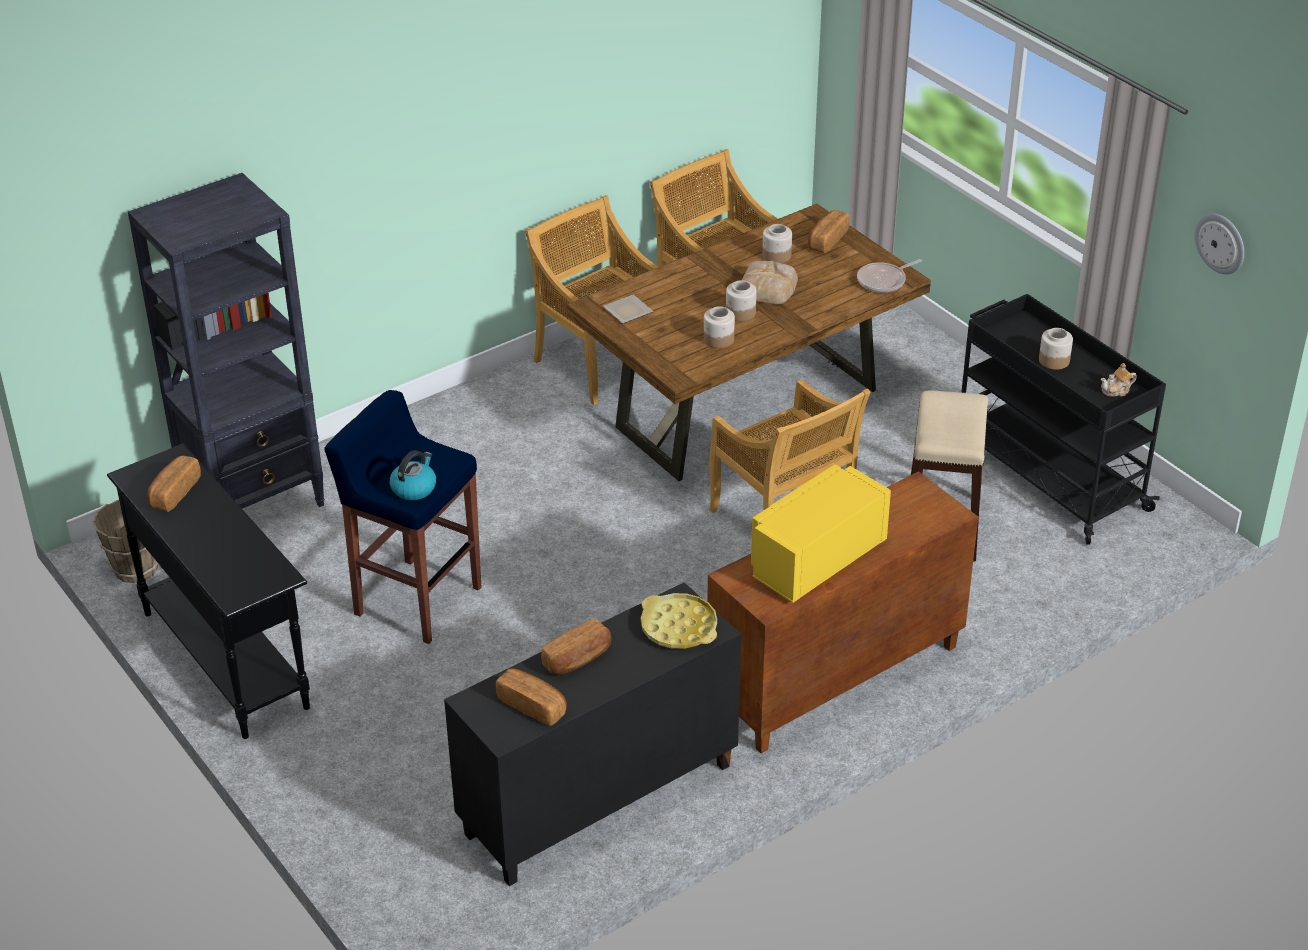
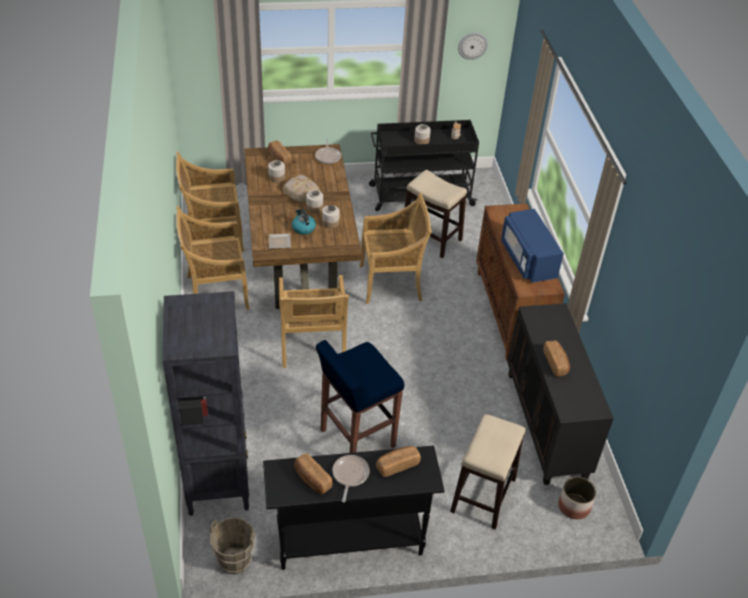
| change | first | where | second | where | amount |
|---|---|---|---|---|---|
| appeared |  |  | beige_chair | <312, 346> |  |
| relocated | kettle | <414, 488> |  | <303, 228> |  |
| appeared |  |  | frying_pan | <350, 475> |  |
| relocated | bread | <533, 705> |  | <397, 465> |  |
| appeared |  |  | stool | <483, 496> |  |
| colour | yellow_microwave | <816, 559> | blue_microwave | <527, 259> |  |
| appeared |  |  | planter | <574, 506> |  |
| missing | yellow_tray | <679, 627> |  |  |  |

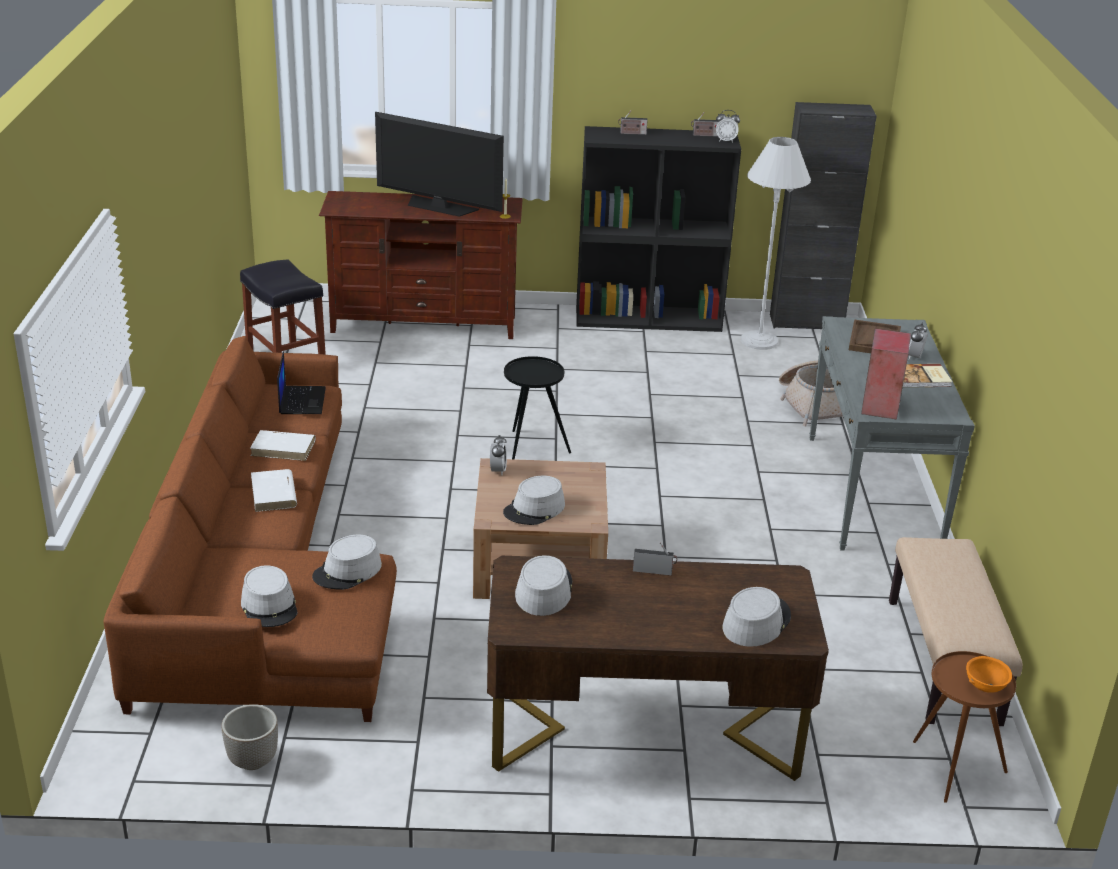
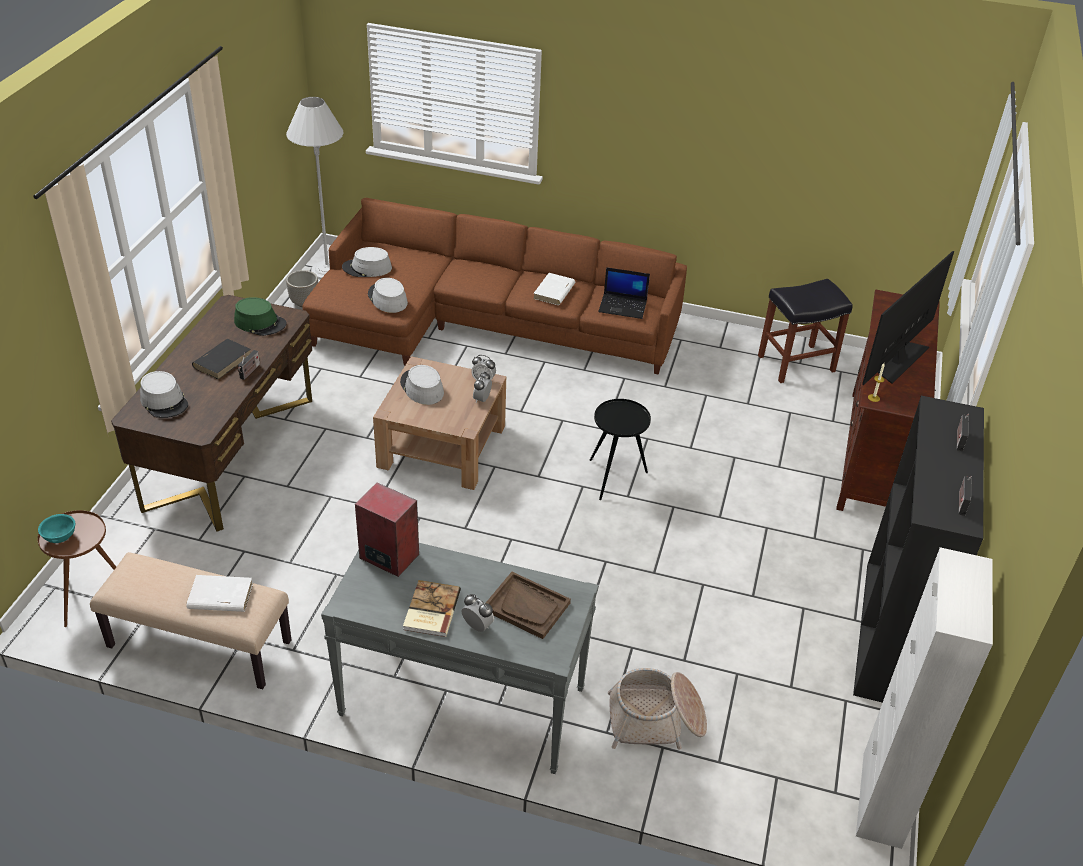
| change | first | where | second | where | amount |
|---|---|---|---|---|---|
| colour | orange_bowl | <986, 687> | turquoise_bowl | <59, 538> |  |
| relocated | white_book | <274, 494> |  | <220, 596> |  |
| appeared |  |  | black_book | <222, 361> |  |
| colour | grey_hat | <543, 590> | green_hat | <260, 323> |  |
| relocated | white_floor_lamp | <759, 341> |  | <327, 271> |  |
| relocated | alarm_clock | <726, 140> |  | <482, 399> |  |
| colour | black_cabinet | <806, 322> | white_cabinet | <881, 799> |  |

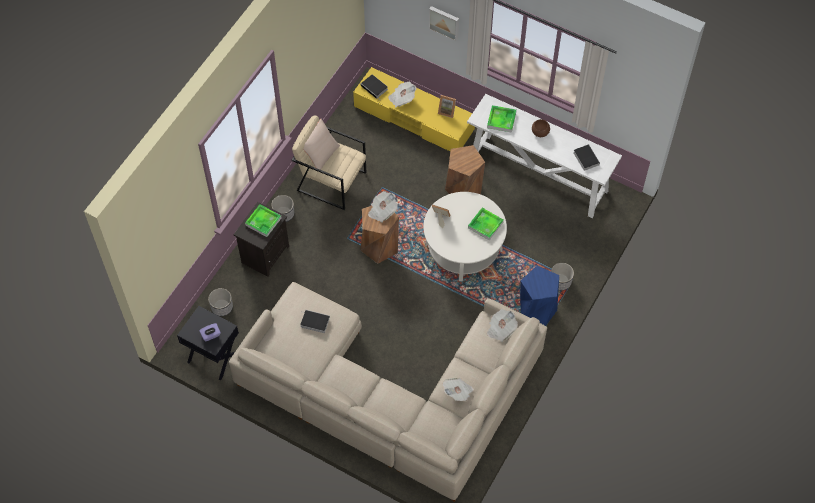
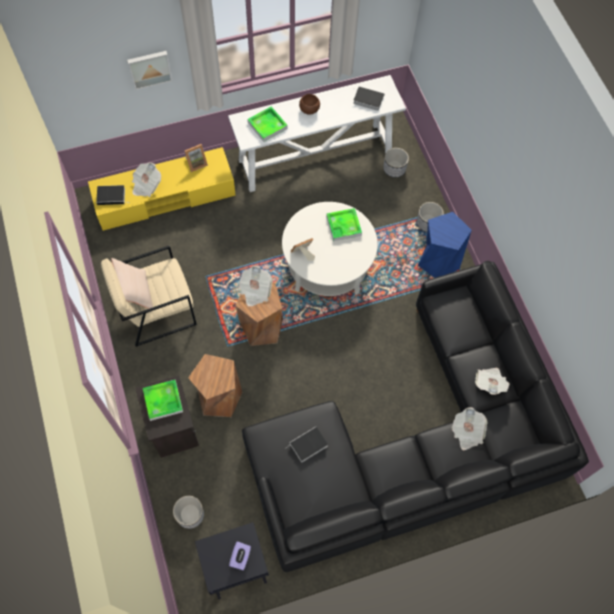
| change | first | where | second | where | amount |
|---|---|---|---|---|---|
| relocated | brown_stool | <463, 189> |  | <219, 397> |  |
| colour | beige_sofa | <389, 395> | black_sofa | <416, 442> |  |
| relocated | planter | <283, 214> |  | <394, 169> |  |
| relocated | newspaper | <501, 329> |  | <467, 432> |  |

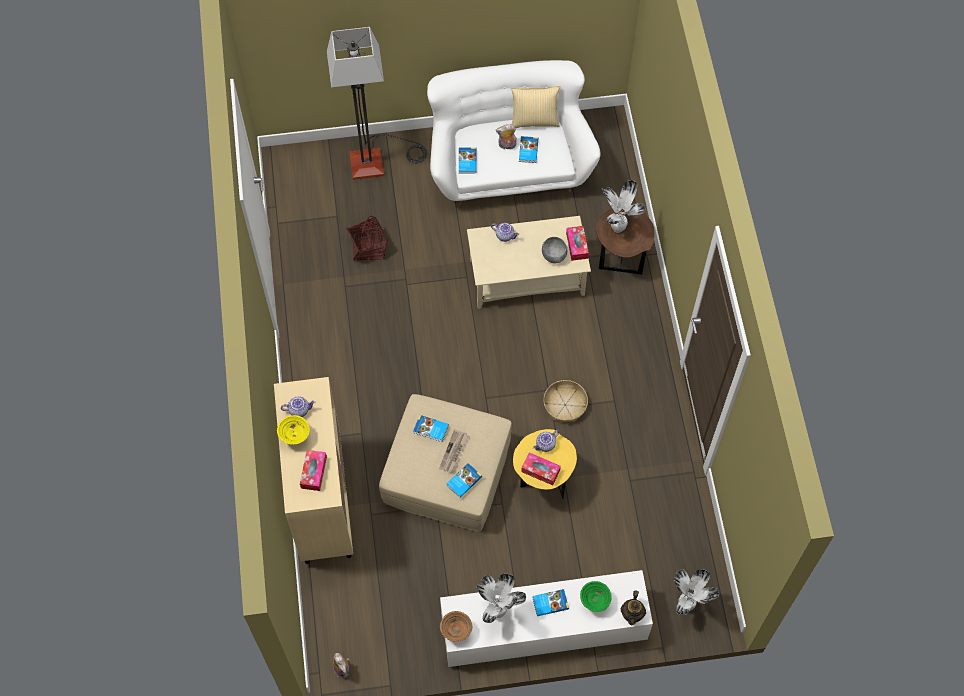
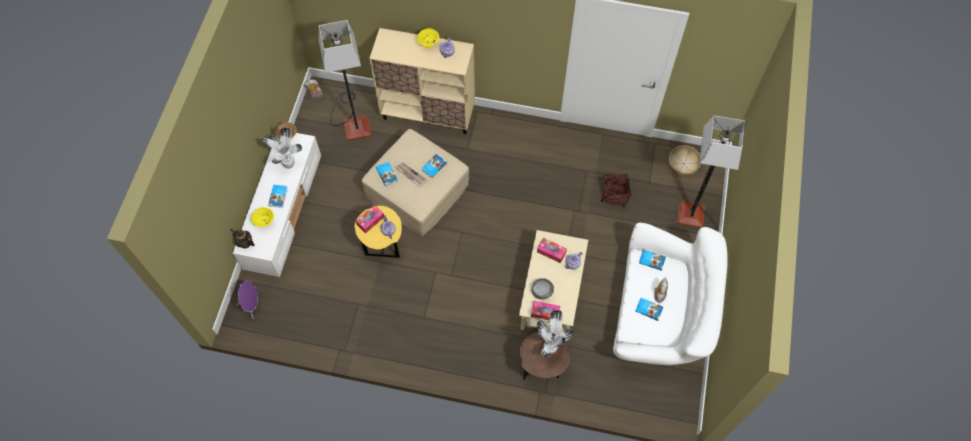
| change | first | where | second | where | amount |
|---|---|---|---|---|---|
| exchanged | potted_plant | <687, 606> | purple_speaker | <252, 305> |  |
| colour | green_bowl | <595, 602> | yellow_bowl | <265, 223> |  |
| appeared |  |  | floor_lamp | <353, 122> |  |
| relocated | tissue_box | <314, 472> |  | <551, 252> |  |
| relocated | basket | <565, 404> |  | <683, 163> |  |
| missing | pillow | <534, 120> |  |  |  |

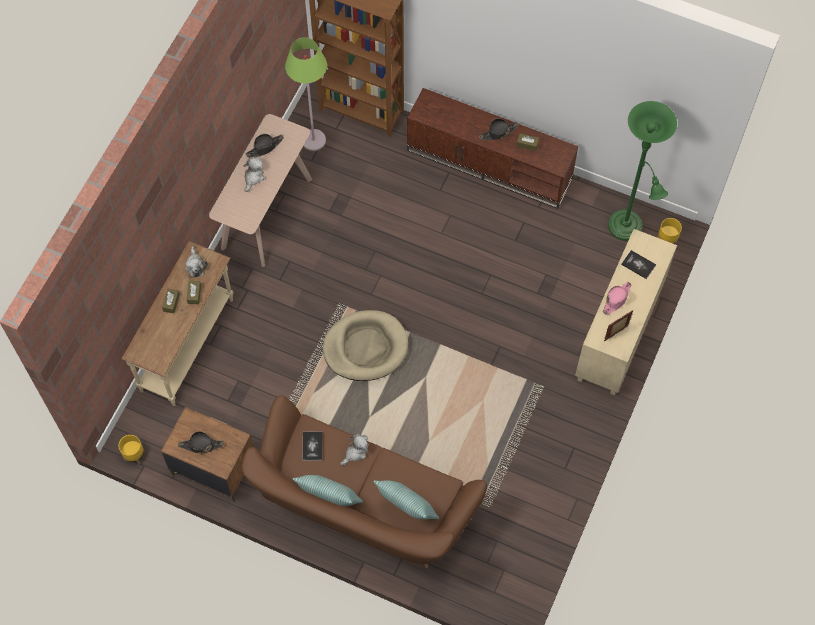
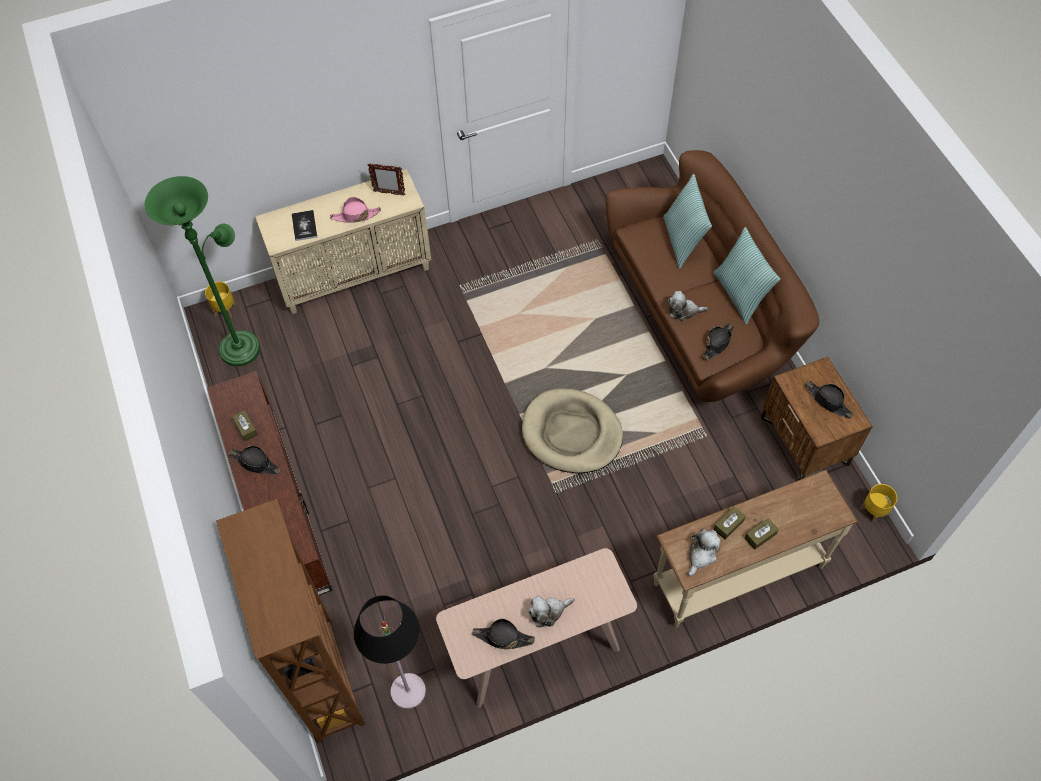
| change | first | where | second | where | amount |
|---|---|---|---|---|---|
| colour | green_floor_lamp | <313, 140> | black_floor_lamp | <408, 691> |  |
| exchanged | book | <312, 446> | black_hat | <718, 343> |  |

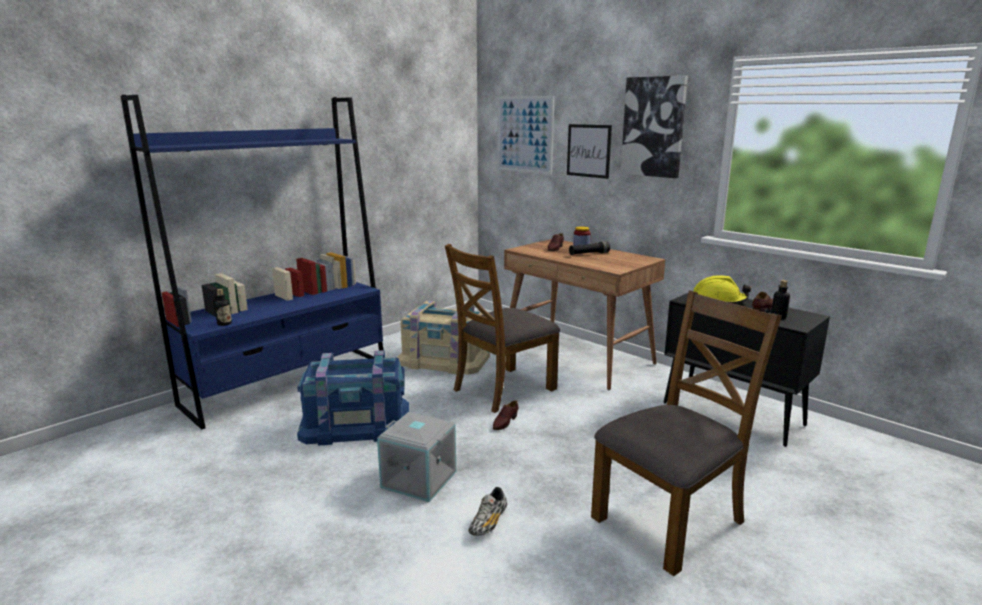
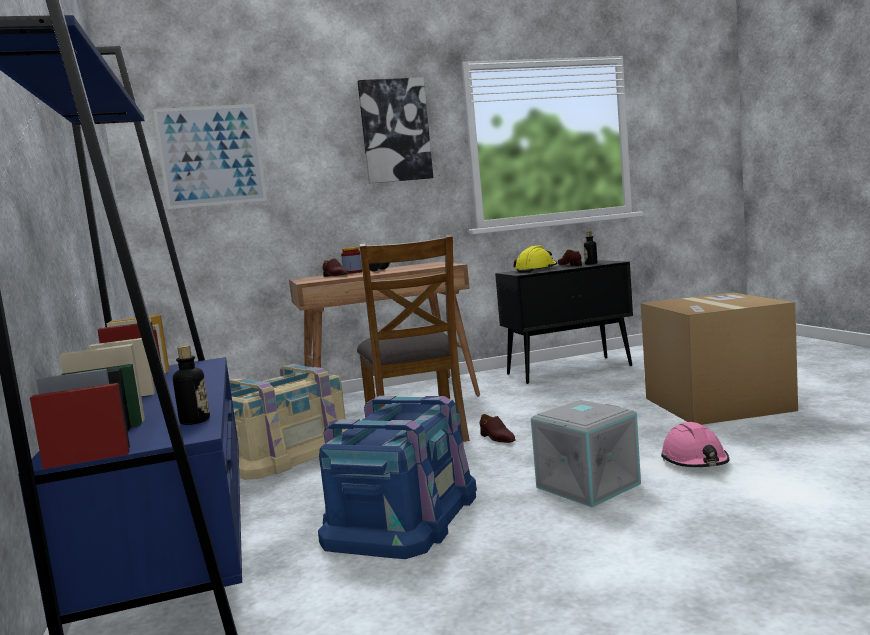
| change | first | where | second | where | amount |
|---|---|---|---|---|---|
| exchanged | brown_chair | <670, 519> | cardboard_box | <717, 404> |  |
| exchanged | shoe | <488, 522> | pink_hard_hat | <695, 461> |  |
| missing | picture | <588, 151> |  |  |  |

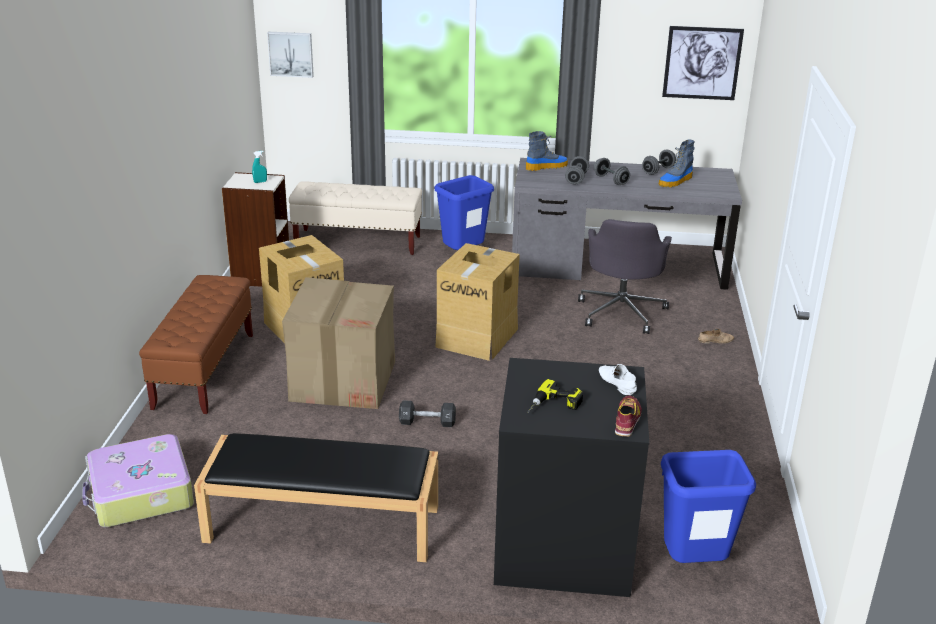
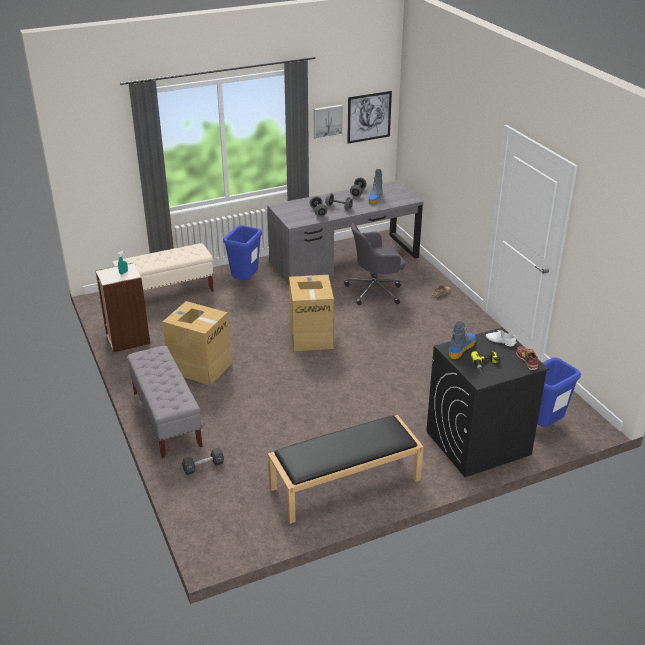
| change | first | where | second | where | amount |
|---|---|---|---|---|---|
| colour | brown_bench | <204, 370> | grey_bench | <166, 419> |  |
| relocated | black_dumbbell | <427, 422> |  | <203, 466> |  |
| relocated | picture | <291, 54> |  | <327, 121> |  |
| spun | grey_office_chair | <621, 312> |  | <375, 291> | 90 degrees clockwise |
| relocated | boot | <546, 167> |  | <461, 348> |  |
| missing | suitcase | <140, 494> |  |  |  |
| missing | cardboard_box | <343, 380> |  |  |  |

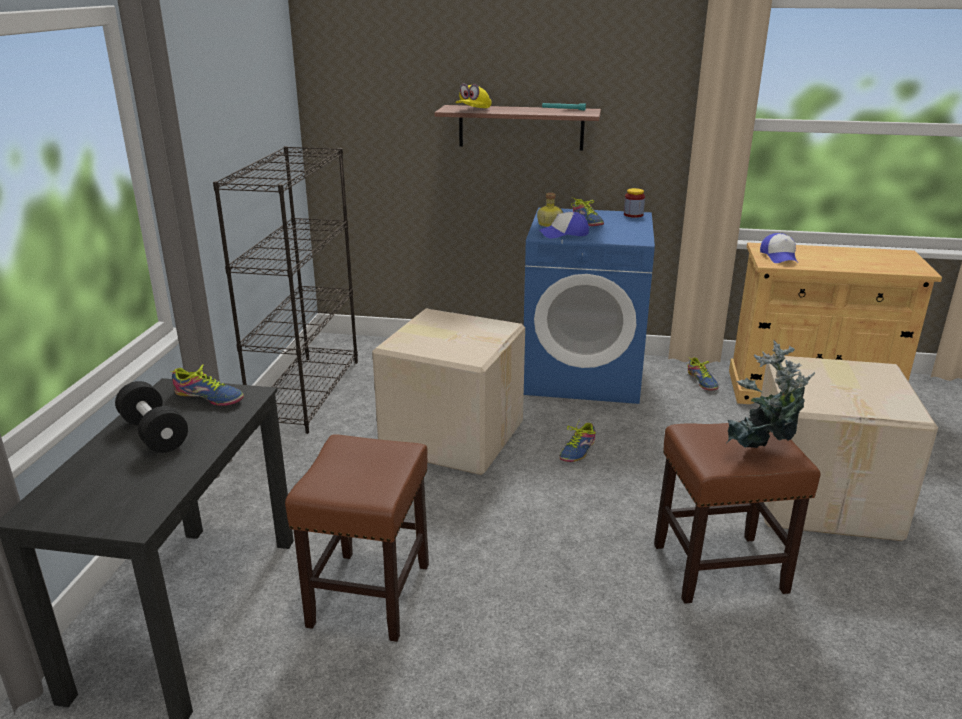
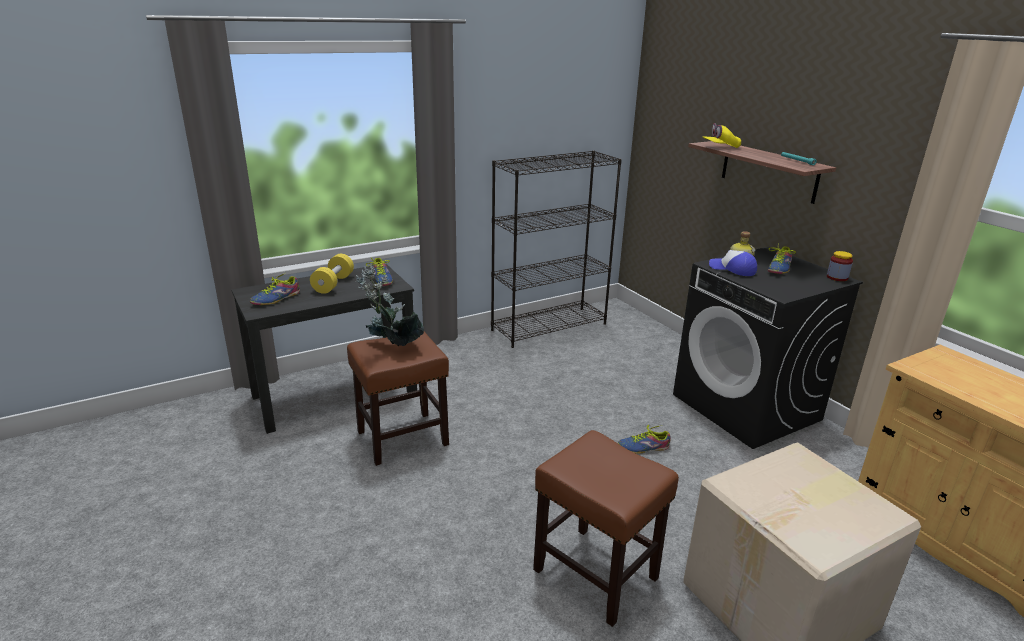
| change | first | where | second | where | amount |
|---|---|---|---|---|---|
| relocated | shoe | <702, 381> |  | <276, 299> |  |
| colour | black_dumbbell | <154, 434> | yellow_dumbbell | <333, 284> |  |
| relocated | potted_plant | <762, 452> |  | <392, 348> |  |
| colour | blue_washing_machine | <583, 374> | black_washing_machine | <747, 407> |  |
| missing | cardboard_box | <452, 435> |  |  |  |
| missing | cap | <779, 257> |  |  |  |

